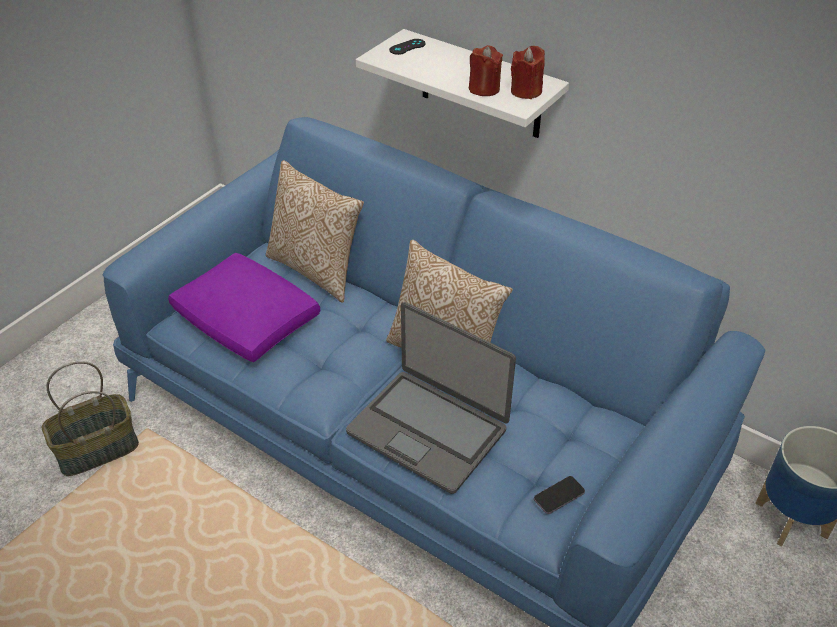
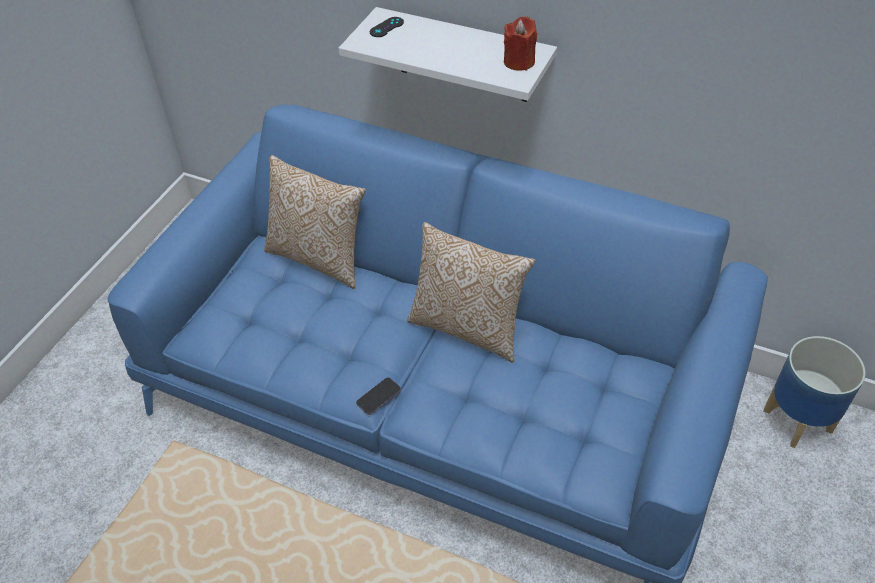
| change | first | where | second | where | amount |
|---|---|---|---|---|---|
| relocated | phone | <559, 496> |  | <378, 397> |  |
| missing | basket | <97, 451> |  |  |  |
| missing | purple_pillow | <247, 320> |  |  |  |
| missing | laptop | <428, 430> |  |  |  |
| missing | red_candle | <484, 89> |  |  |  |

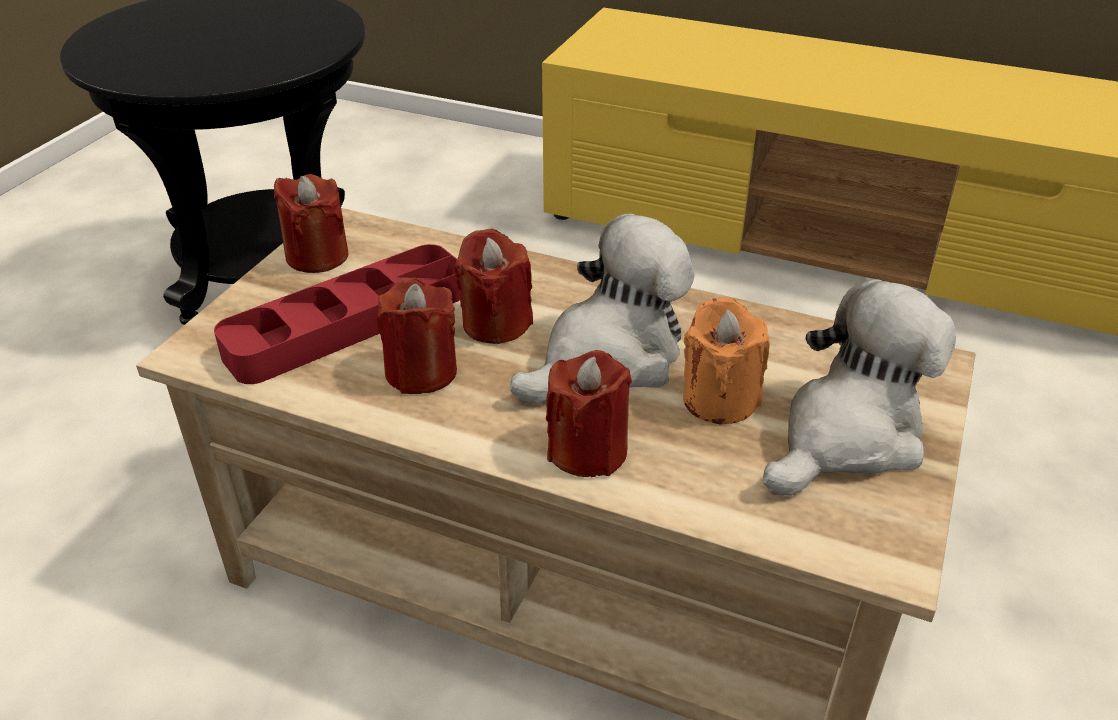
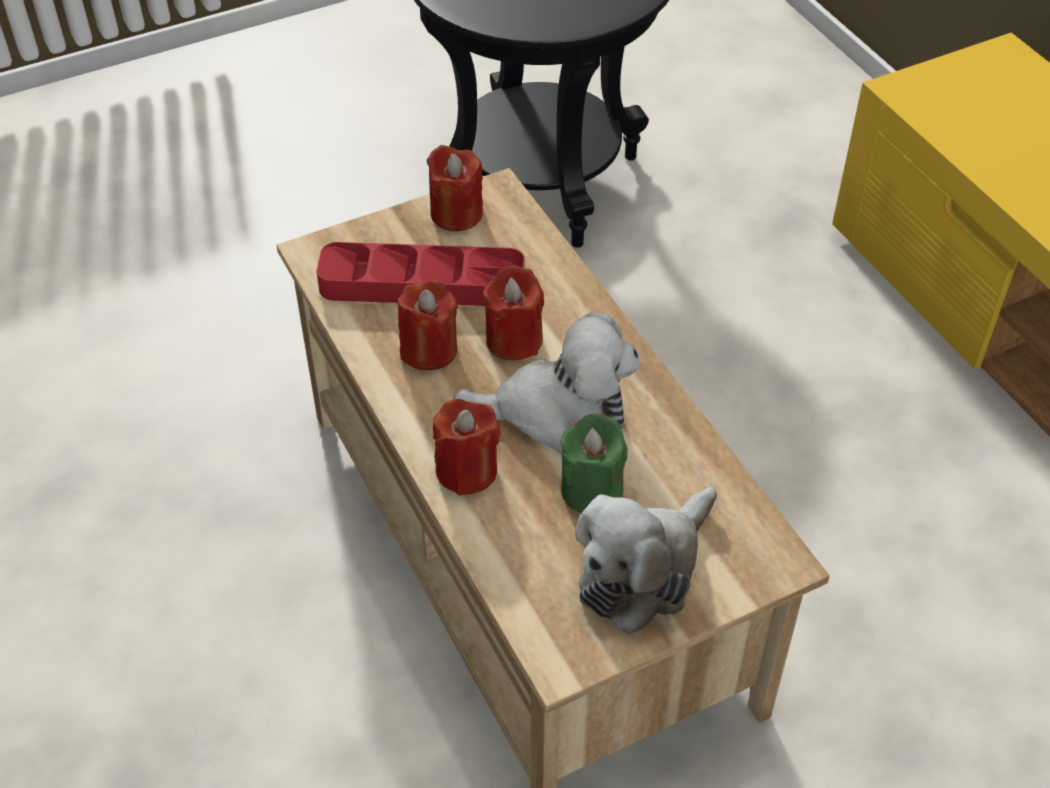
| change | first | where | second | where | amount |
|---|---|---|---|---|---|
| colour | orange_candle | <719, 399> | green_candle | <591, 490> |  |
| spun | plush_toy | <847, 436> |  | <642, 570> | 135 degrees clockwise |

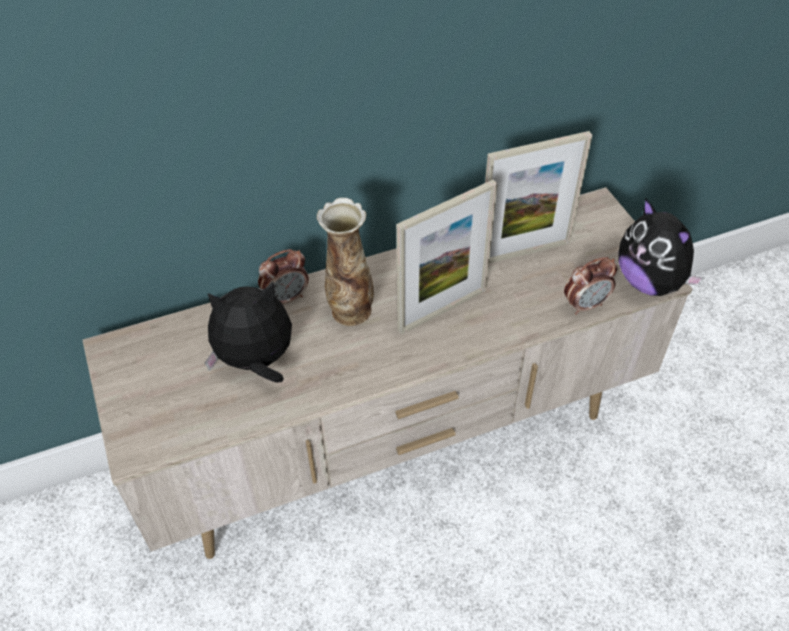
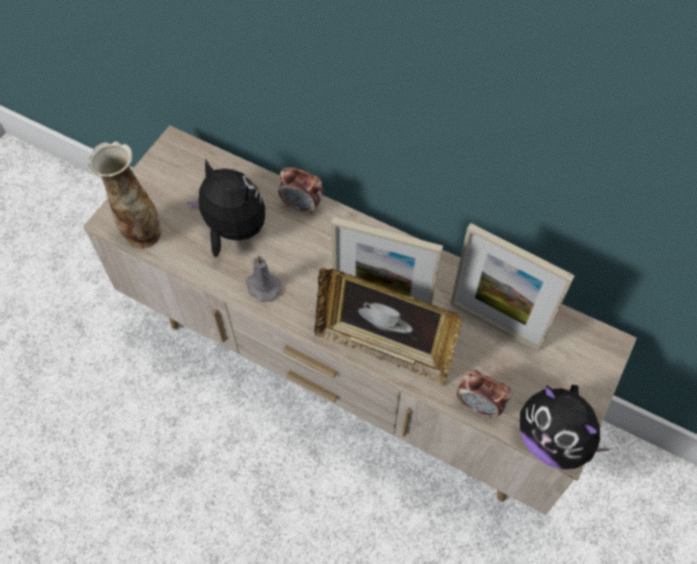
| change | first | where | second | where | amount |
|---|---|---|---|---|---|
| relocated | vase | <350, 311> |  | <142, 234> |  |
| appeared |  |  | grey_candle | <262, 287> |  |
| appeared |  |  | picture_frame | <383, 348> |  |
| spun | plush_toy | <650, 282> |  | <553, 440> | 60 degrees counterclockwise |

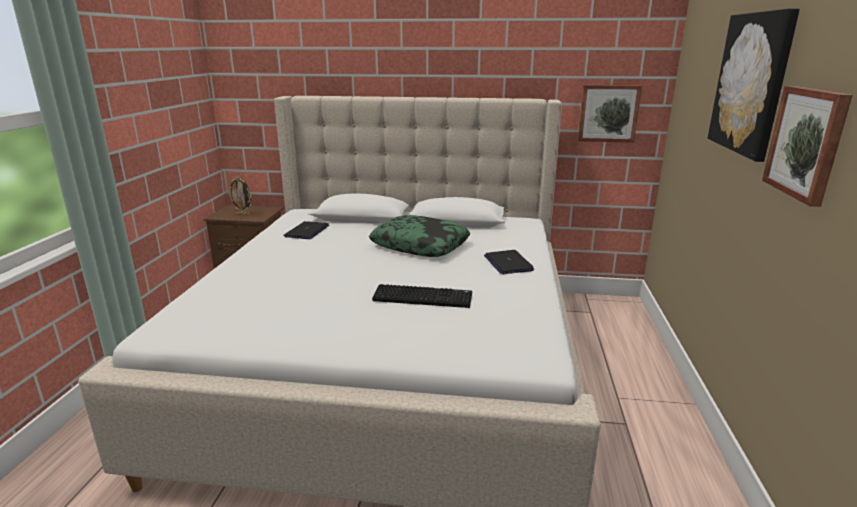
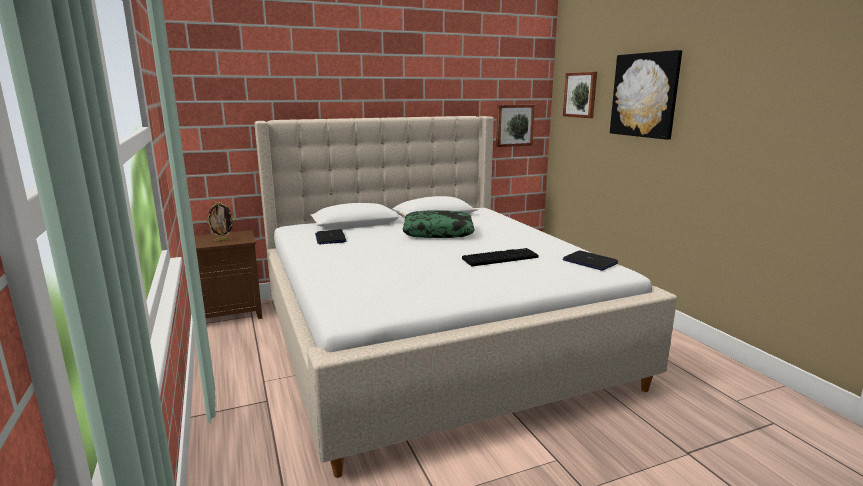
| change | first | where | second | where | amount |
|---|---|---|---|---|---|
| relocated | picture | <807, 143> |  | <580, 95> |  |
| relocated | laptop | <508, 263> |  | <589, 262> |  |

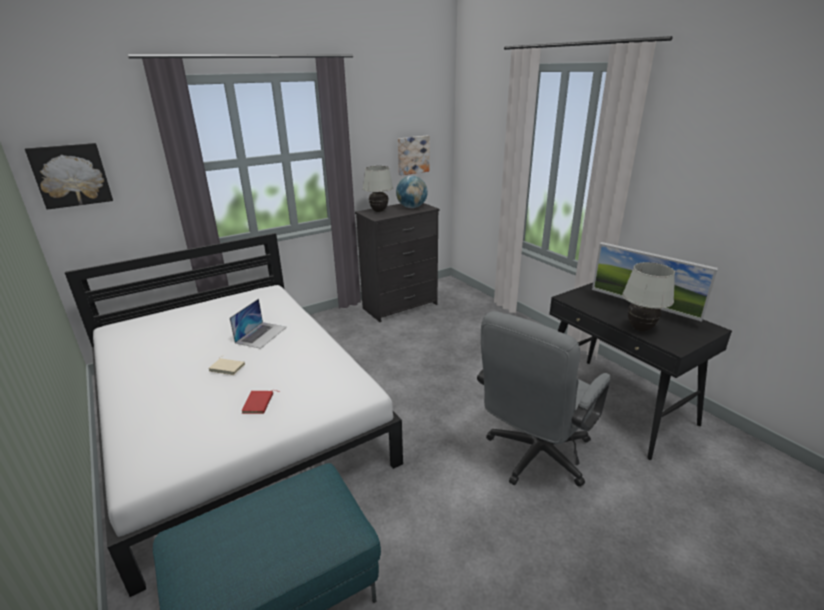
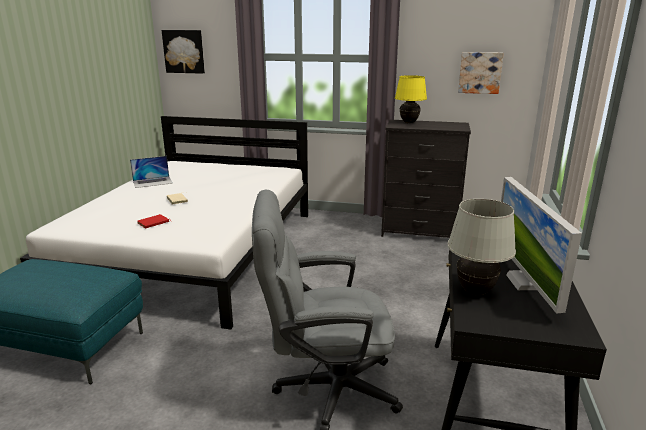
| change | first | where | second | where | amount |
|---|---|---|---|---|---|
| relocated | laptop | <261, 334> |  | <152, 182> |  |
| colour | white_table_lamp | <379, 211> | yellow_table_lamp | <409, 123> |  |
| missing | globe | <412, 207> |  |  |  |

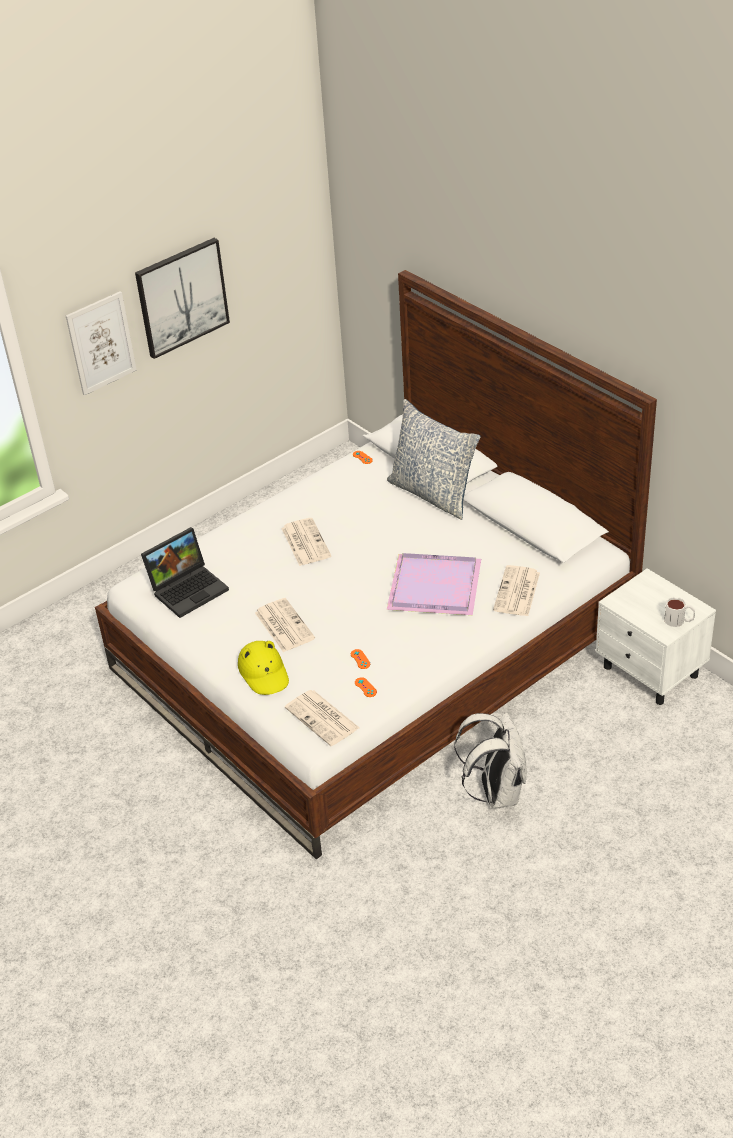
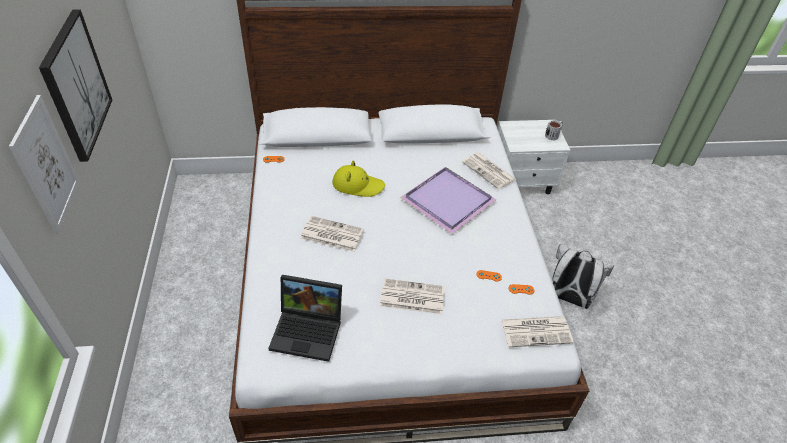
| change | first | where | second | where | amount |
|---|---|---|---|---|---|
| spun | laptop | <189, 588> |  | <309, 330> | 105 degrees clockwise |
| relocated | yellow_hat | <264, 673> |  | <358, 185> |  |
| missing | pillow | <433, 494> |  |  |  |

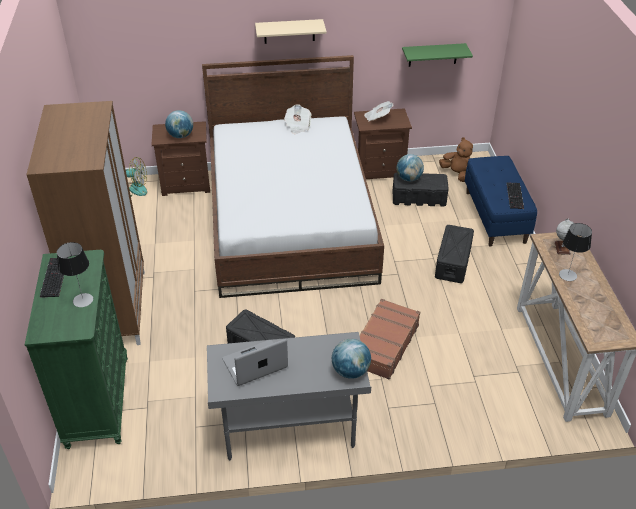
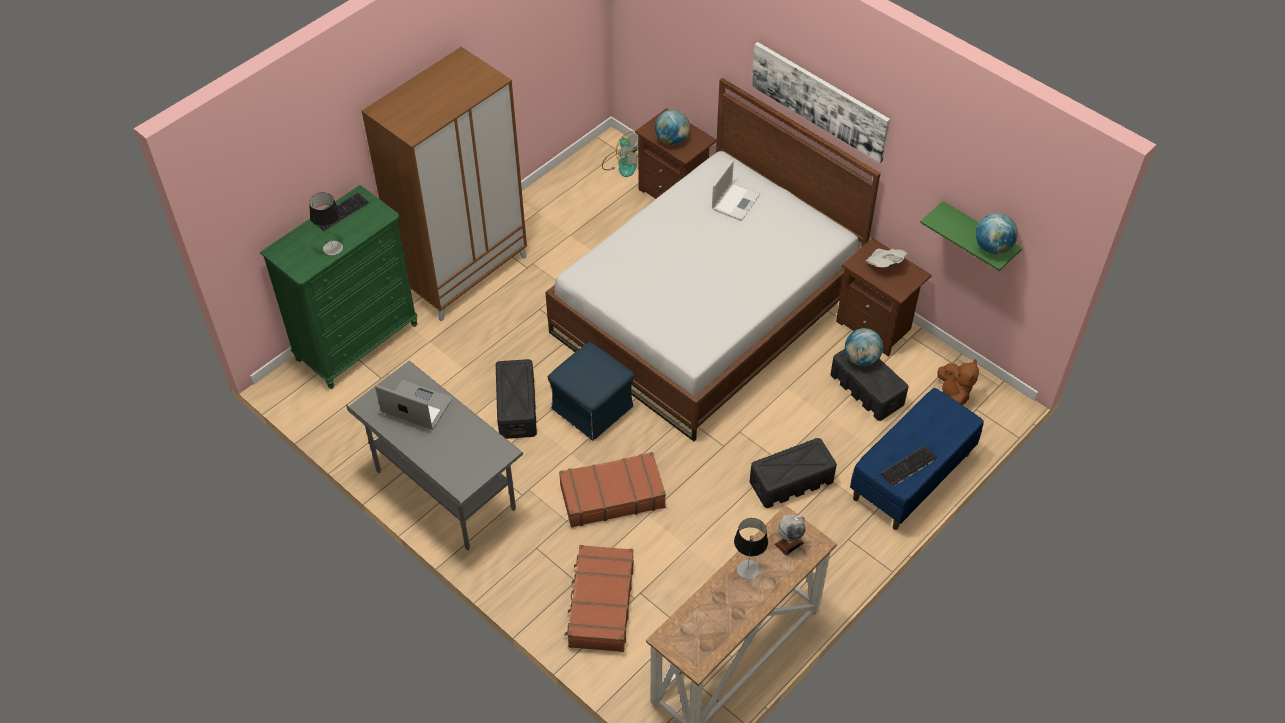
| change | first | where | second | where | amount |
|---|---|---|---|---|---|
| appeared |  |  | blue_ottoman | <593, 408> |  |
| appeared |  |  | brown_suitcase | <600, 604> |  |
| appeared |  |  | laptop | <736, 201> |  |
| exchanged | beige_shelf | <289, 31> | picture | <819, 100> |  |
| relocated | globe | <350, 371> |  | <992, 247> |  |
| missing | newspaper | <297, 126> |  |  |  |

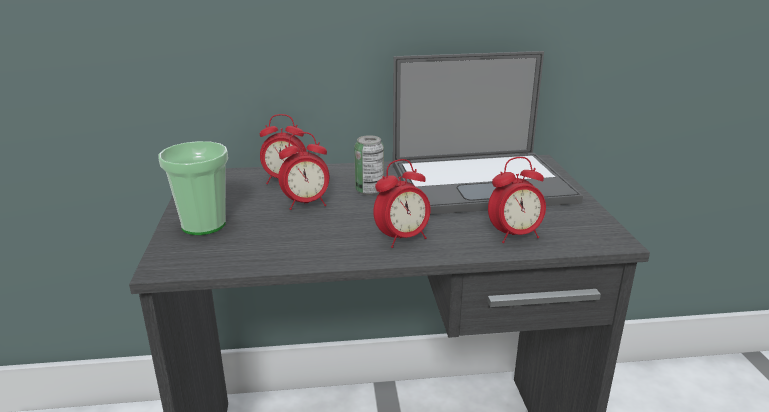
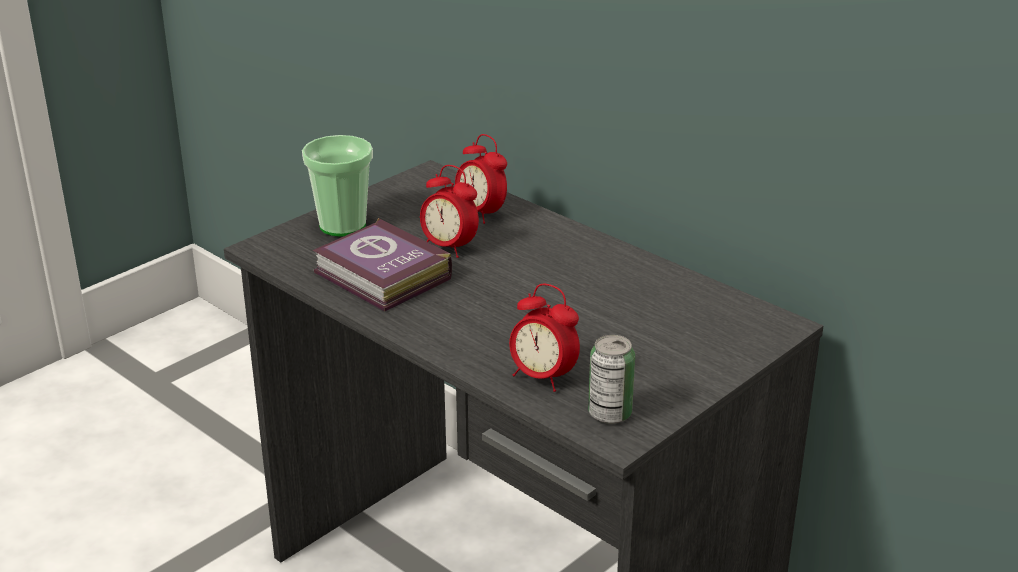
| change | first | where | second | where | amount |
|---|---|---|---|---|---|
| appeared |  |  | book | <382, 277> |  |
| relocated | can | <369, 190> |  | <610, 414> |  |
| missing | alarm_clock | <402, 238> |  |  |  |
| missing | laptop | <482, 182> |  |  |  |

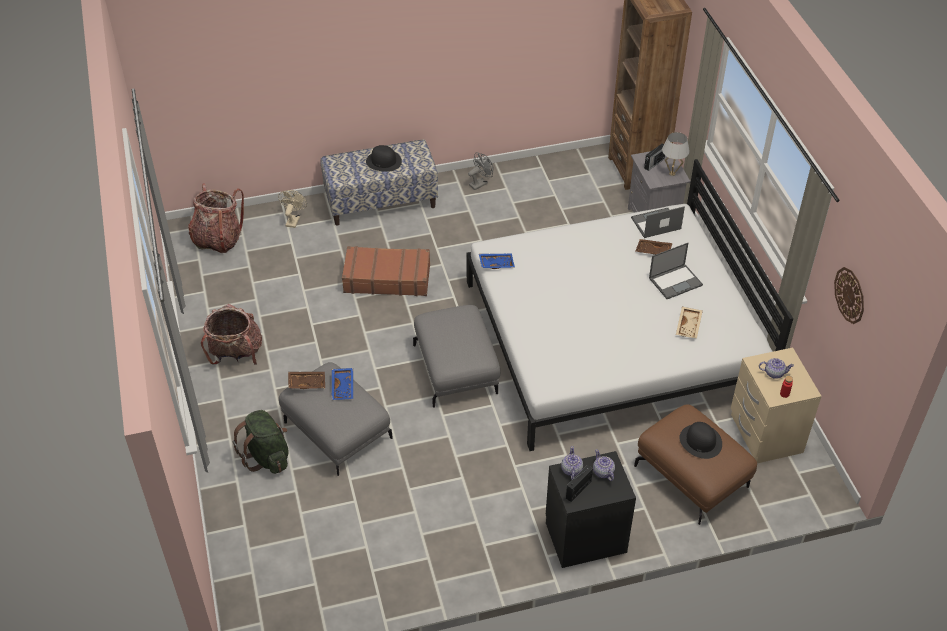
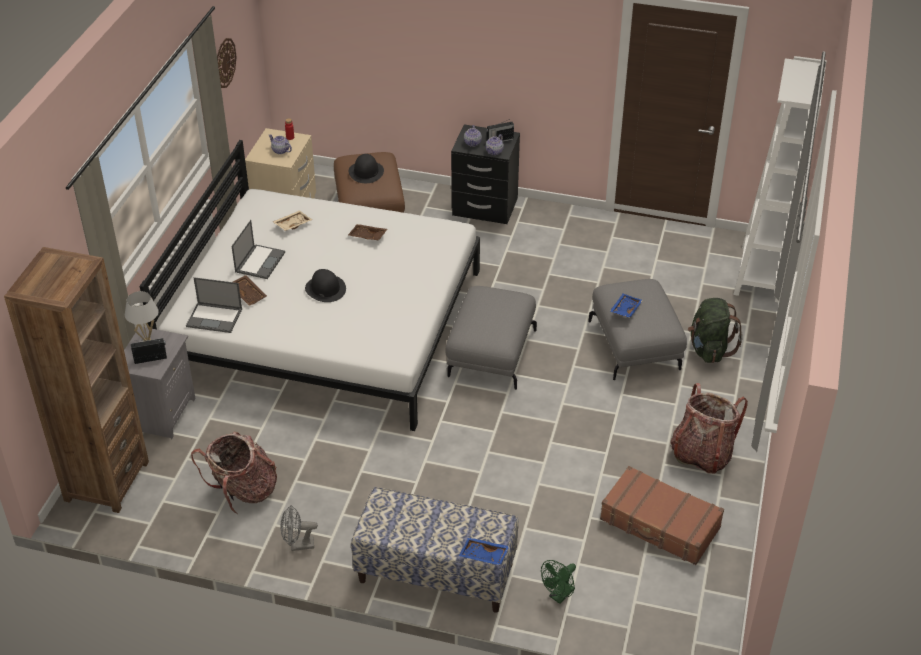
| change | first | where | second | where | amount |
|---|---|---|---|---|---|
| relocated | backpack | <218, 239> |  | <243, 492> |  |
| spun | laptop | <676, 281> |  | <260, 261> | 105 degrees clockwise |
| relocated | black_hat | <384, 161> |  | <325, 288> |  |
| relocated | brown_tray | <307, 383> |  | <367, 237> |  |
| relocated | blue_tray | <496, 263> |  | <483, 556> |  |
| colour | beige_fan | <293, 220> | green_fan | <559, 596> |  |
| relocated | brown_suitcase | <387, 278> |  | <660, 524> |  |
| appeared |  |  | white_bookcase | <760, 274> |  |

